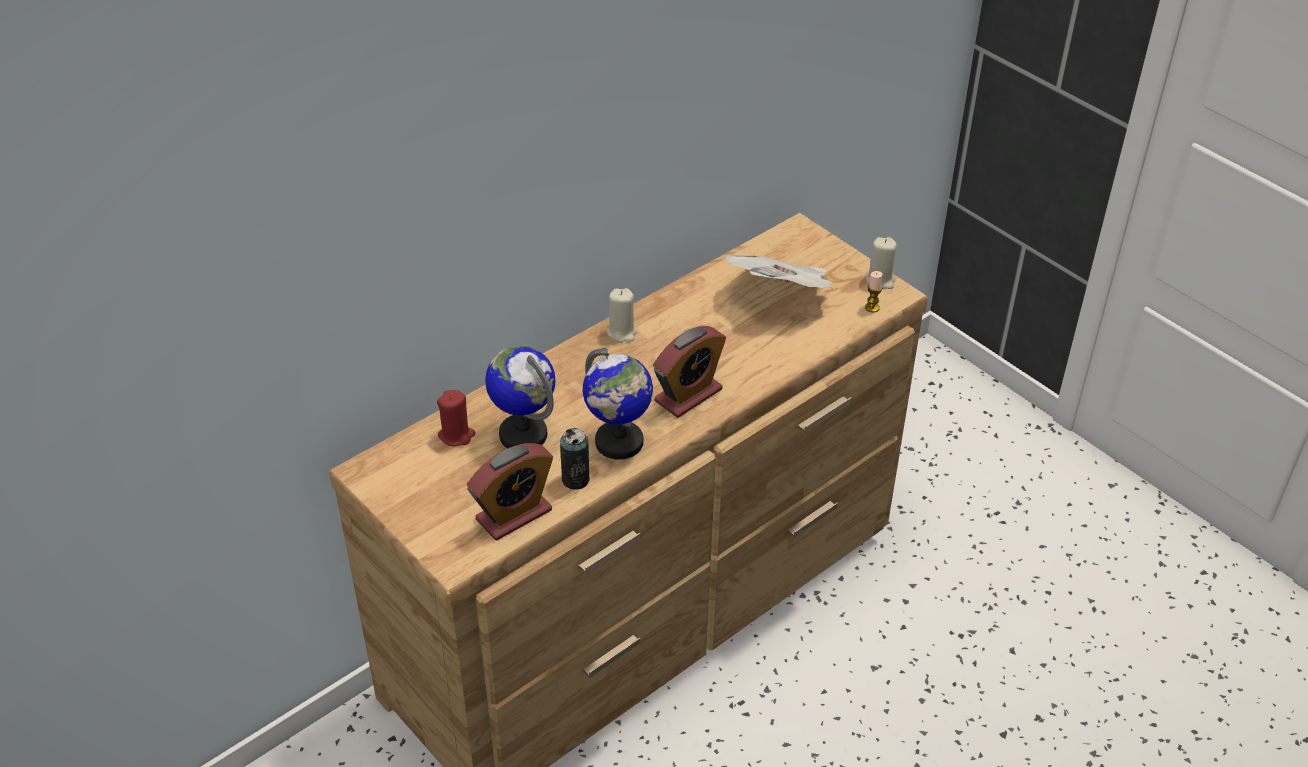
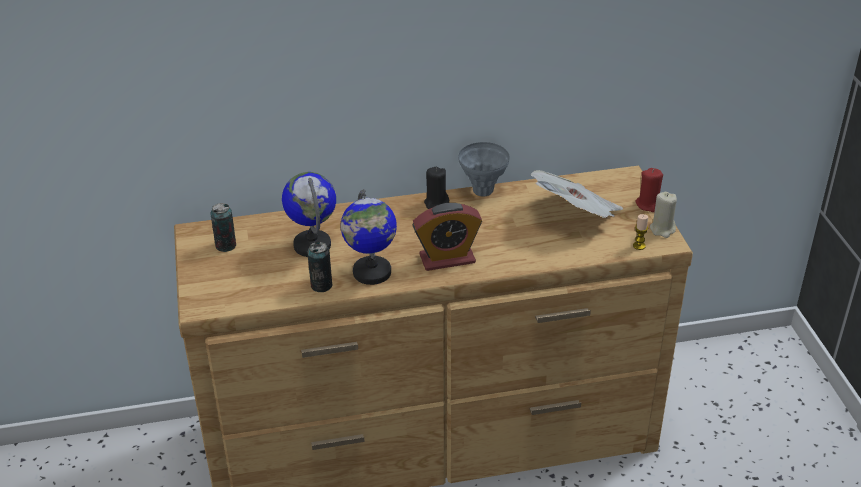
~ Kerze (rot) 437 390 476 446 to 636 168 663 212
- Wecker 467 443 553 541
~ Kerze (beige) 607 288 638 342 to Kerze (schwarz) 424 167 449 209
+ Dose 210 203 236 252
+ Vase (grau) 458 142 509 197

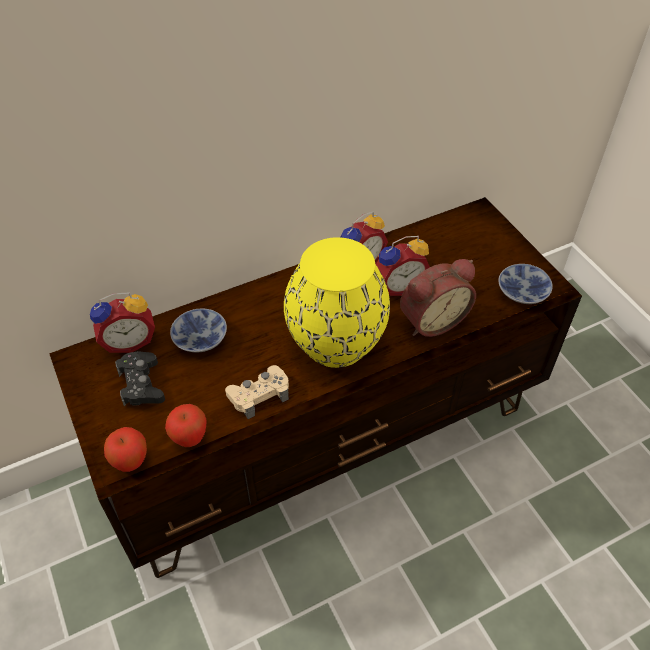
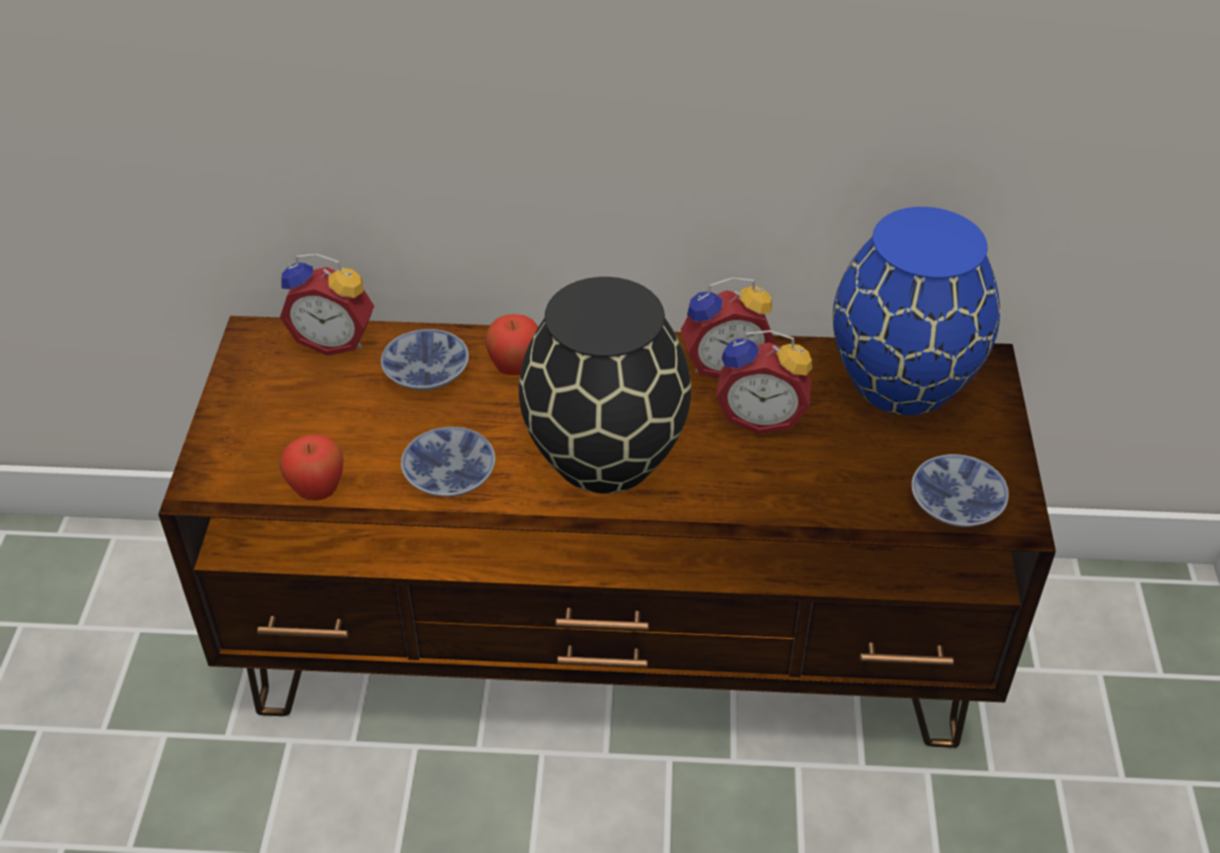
~ Apfel 104 427 147 472 to 485 314 538 375
- Gamepad (schwarz) 115 351 165 406
~ Gamepad (beige) 225 365 289 419 to Schüssel 401 427 495 497
~ Vase (gelb) 284 237 390 368 to Vase (schwarz) 519 277 691 493
- Wecker 400 259 476 337
+ Vase (blau) 833 207 1000 415

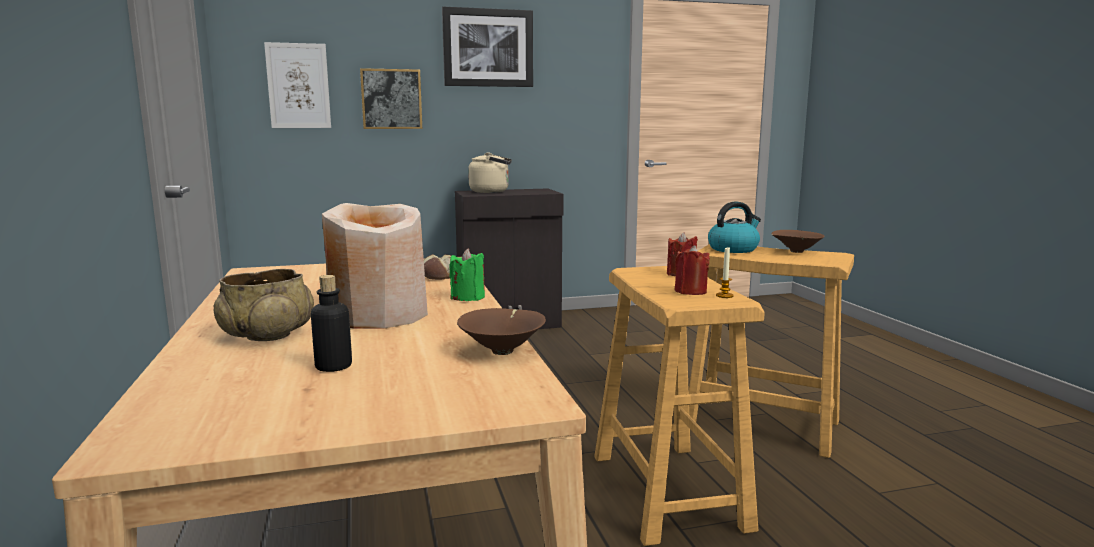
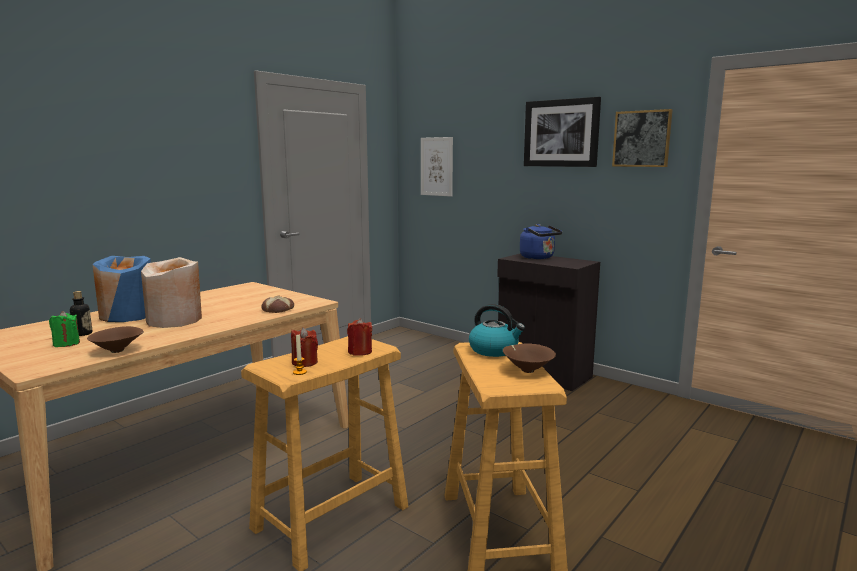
~ Schüssel (beige) 213 269 314 341 to Vase (blau) 93 256 151 322
~ Bild 360 68 422 129 to 612 109 673 167
~ Kerze (grün) 449 248 485 301 to 49 311 80 347
~ Wasserkessel (beige) 468 152 512 193 to Wasserkessel (blau) 520 224 562 259

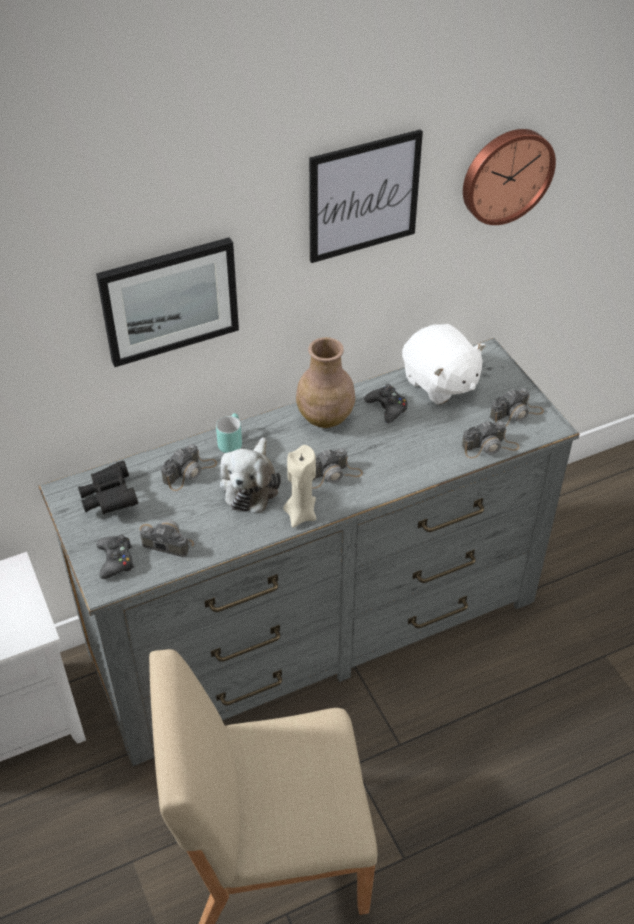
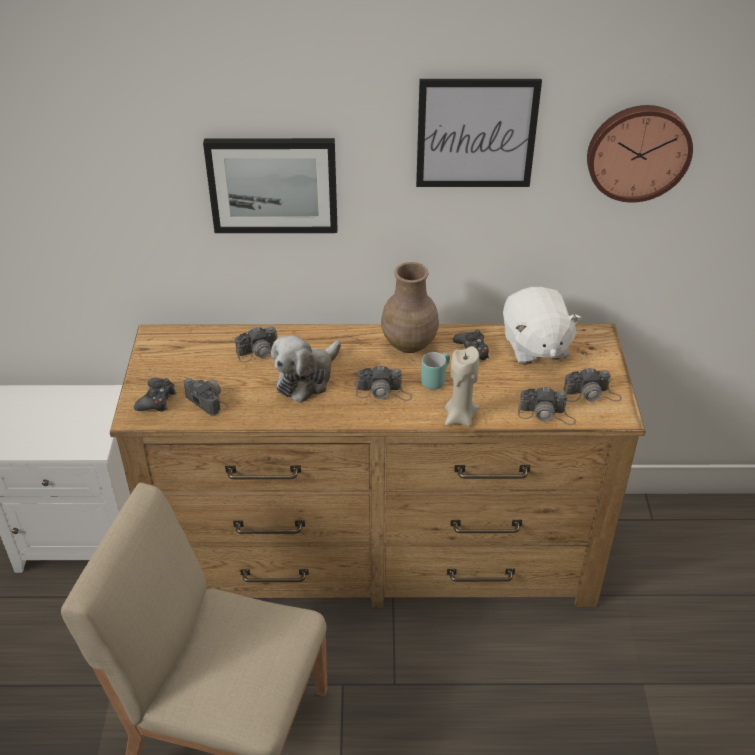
~ Kommode (grau) 38 338 579 766 to Kommode (braun) 110 324 646 608
- Fernglas (schwarz) 78 461 138 514
~ Henkelbecher (türkis) 216 413 242 453 to 421 352 450 389
~ Kerze (beige) 283 445 316 528 to 445 346 479 427

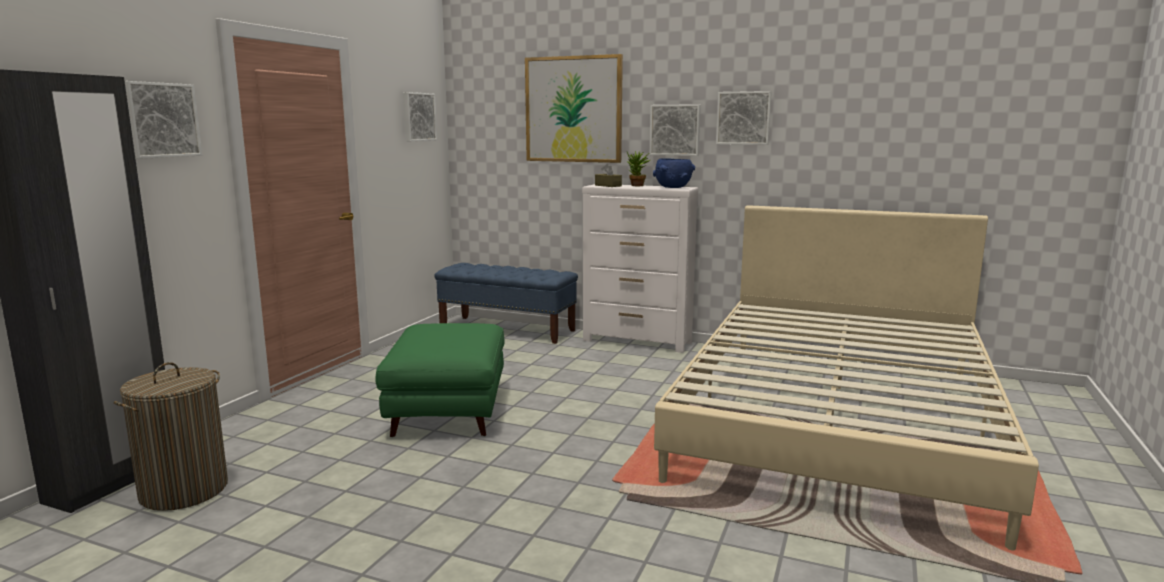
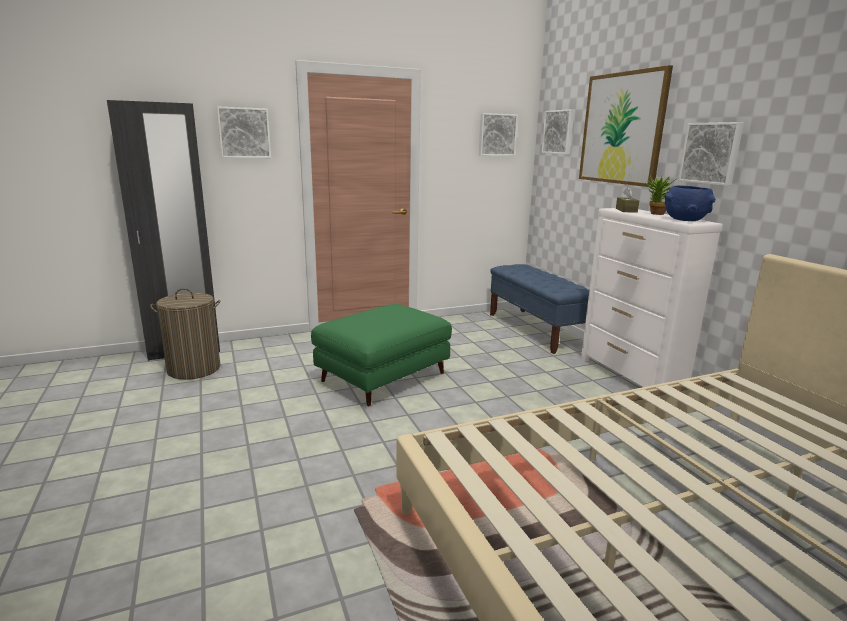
~ Bild 716 91 772 145 to 542 109 574 154

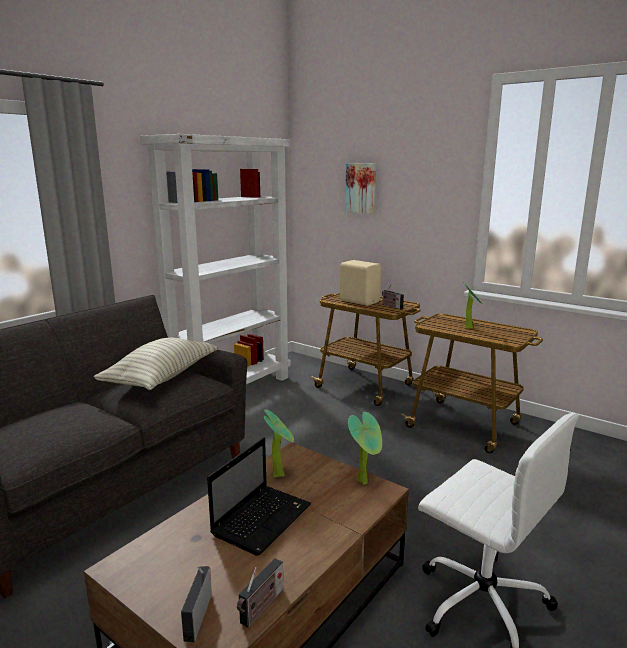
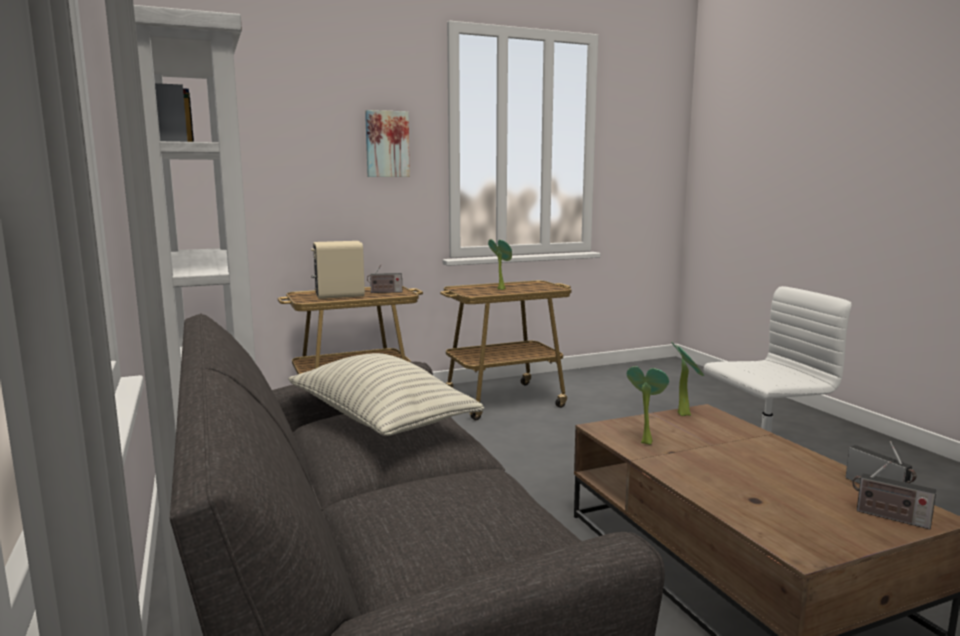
- Laptop 207 437 311 556
~ Bild 345 163 376 214 to 365 110 410 177

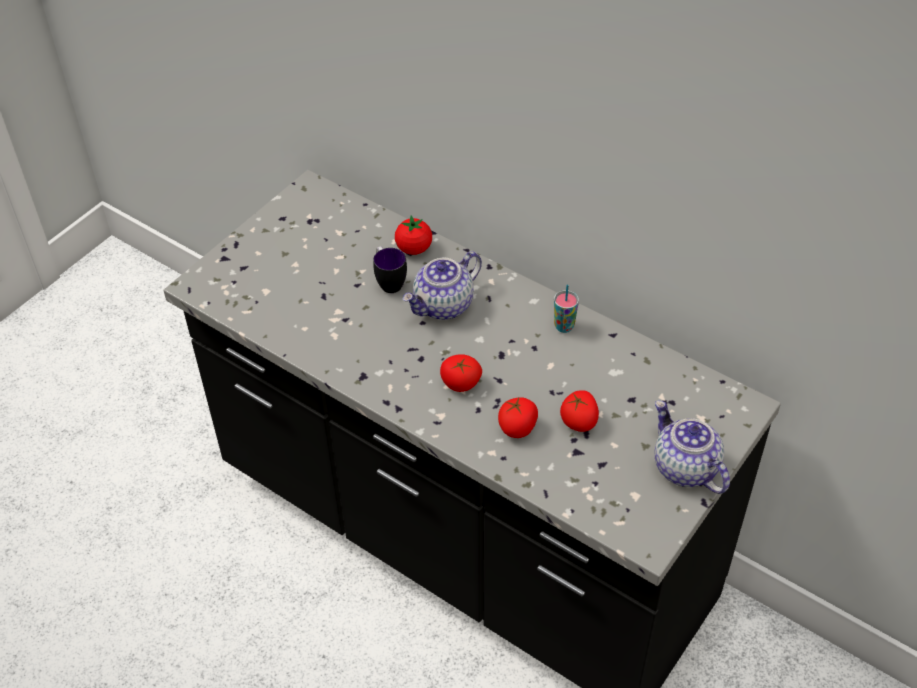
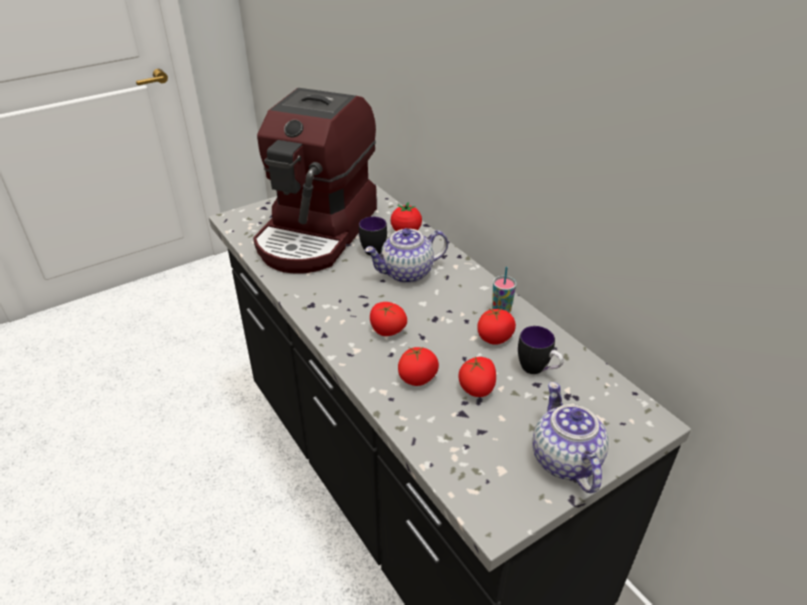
+ Kaffeemaschine 253 88 377 274
+ Tomate 477 308 516 345
+ Henkelbecher 518 326 564 374

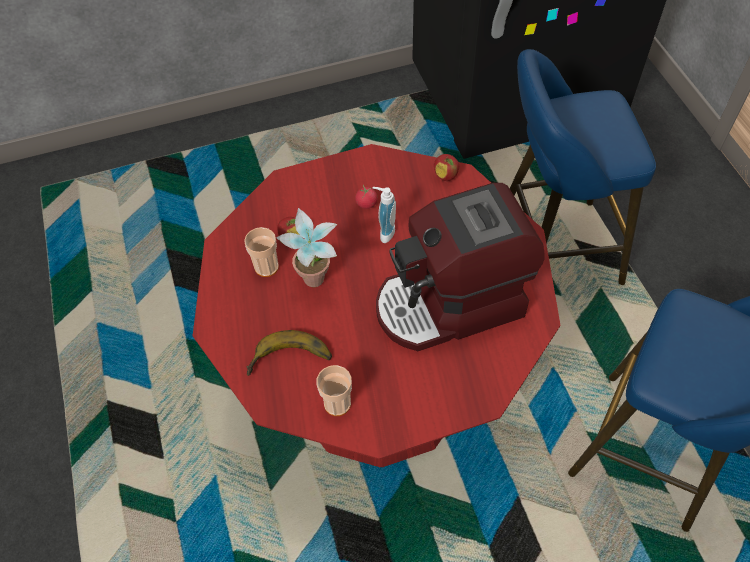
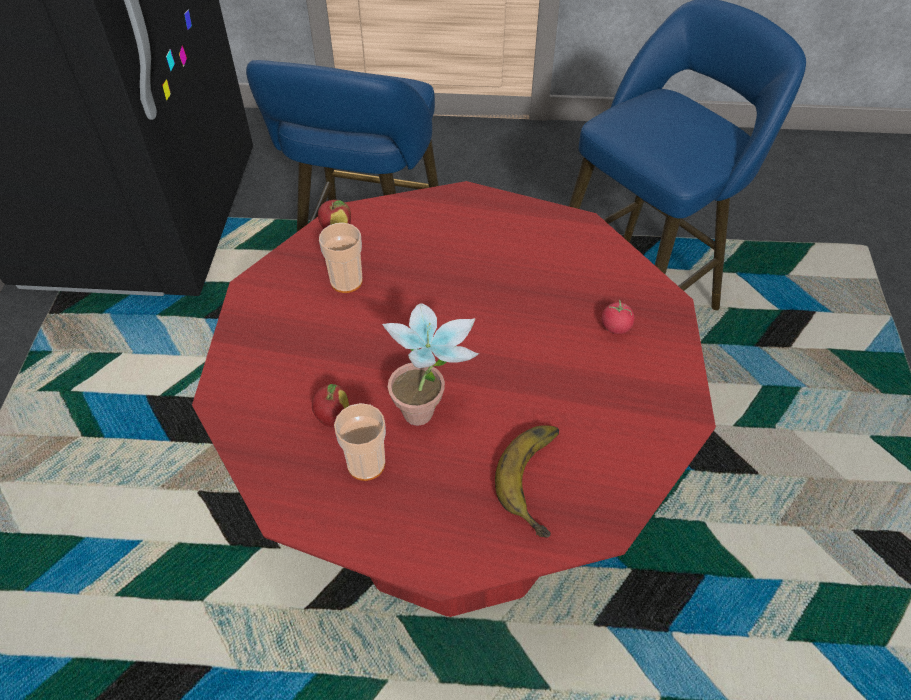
~ Tasse 317 365 352 416 to 319 223 363 293
~ Tomate 355 185 377 209 to 602 300 635 334
- Seifenspender 373 187 396 243
- Kaffeemaschine 376 183 544 351

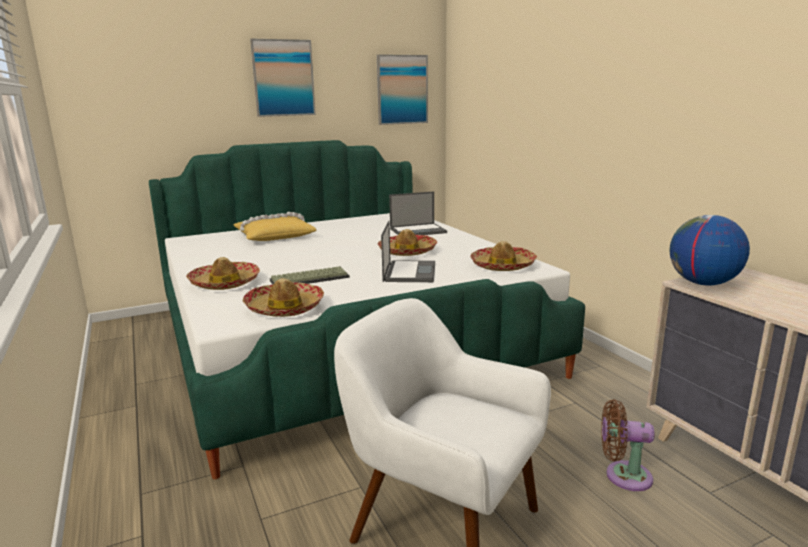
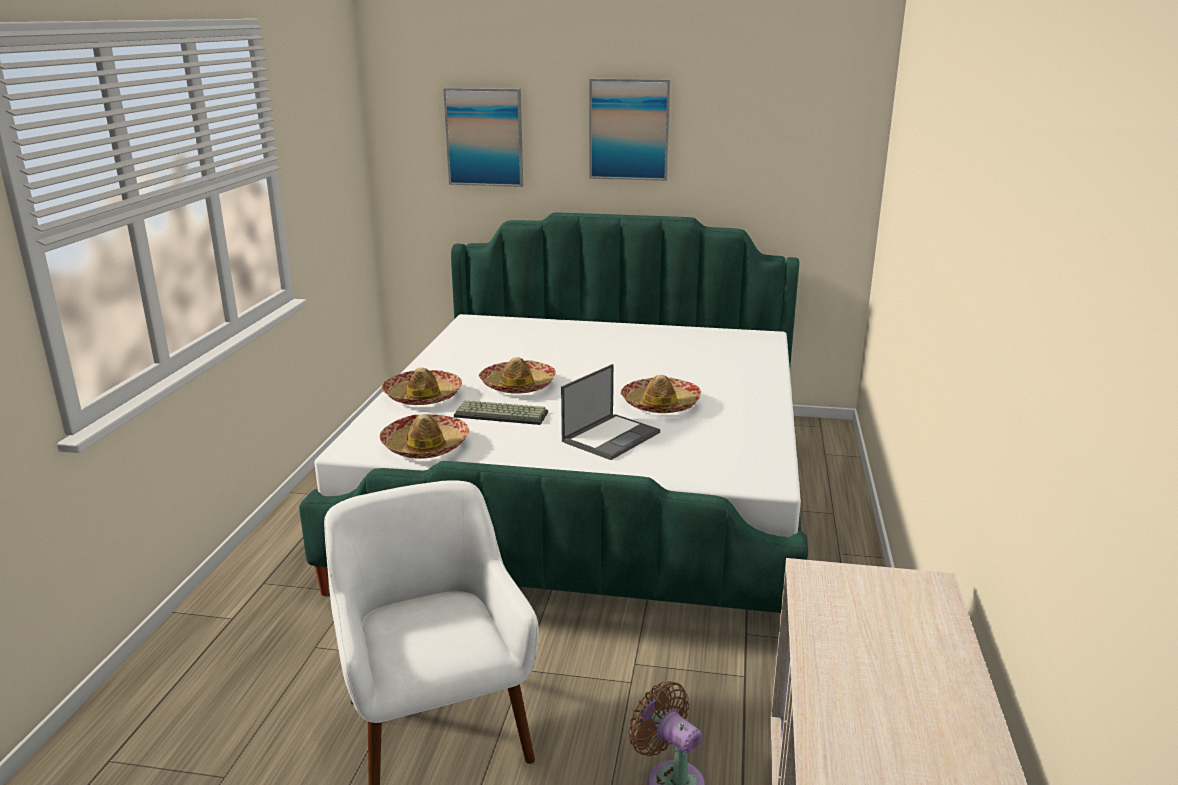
- Kissen (gelb) 234 212 316 241
~ Bild 377 54 428 125 to 443 88 523 187
- Laptop 389 191 447 235
~ Hut 470 241 537 271 to 479 357 556 394
- Globus 669 215 750 285

